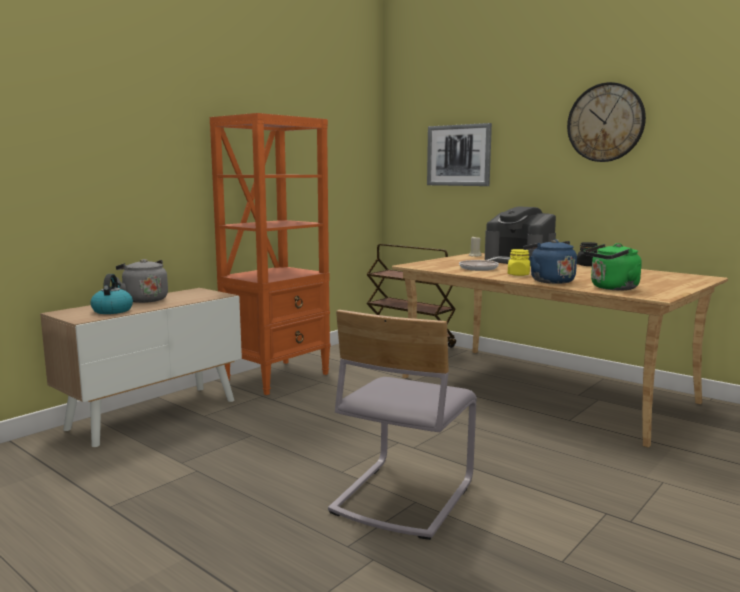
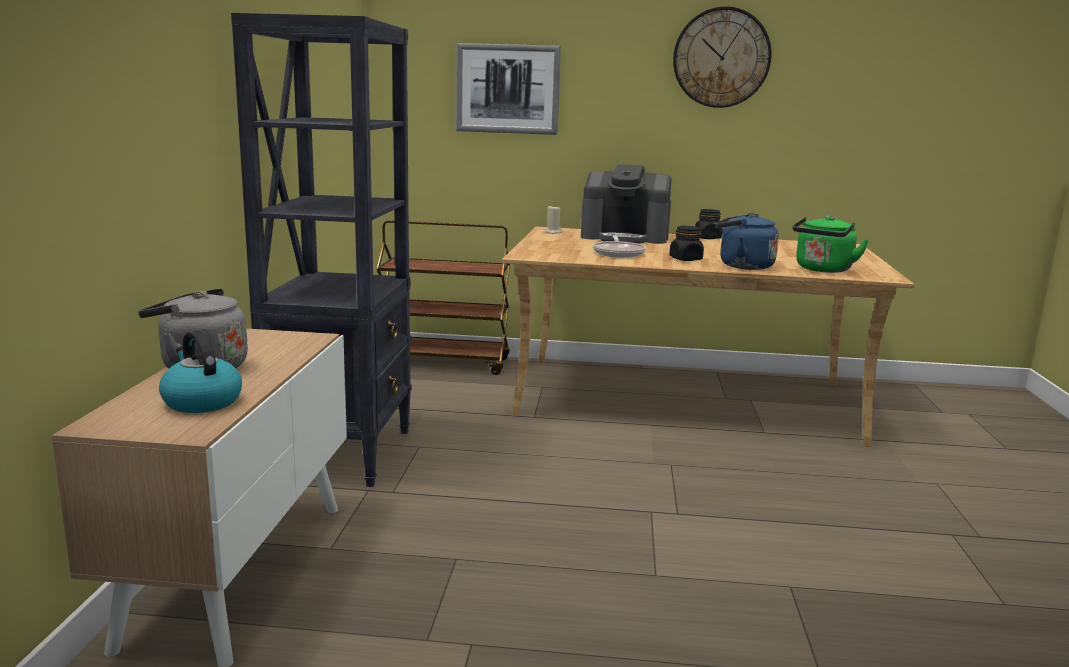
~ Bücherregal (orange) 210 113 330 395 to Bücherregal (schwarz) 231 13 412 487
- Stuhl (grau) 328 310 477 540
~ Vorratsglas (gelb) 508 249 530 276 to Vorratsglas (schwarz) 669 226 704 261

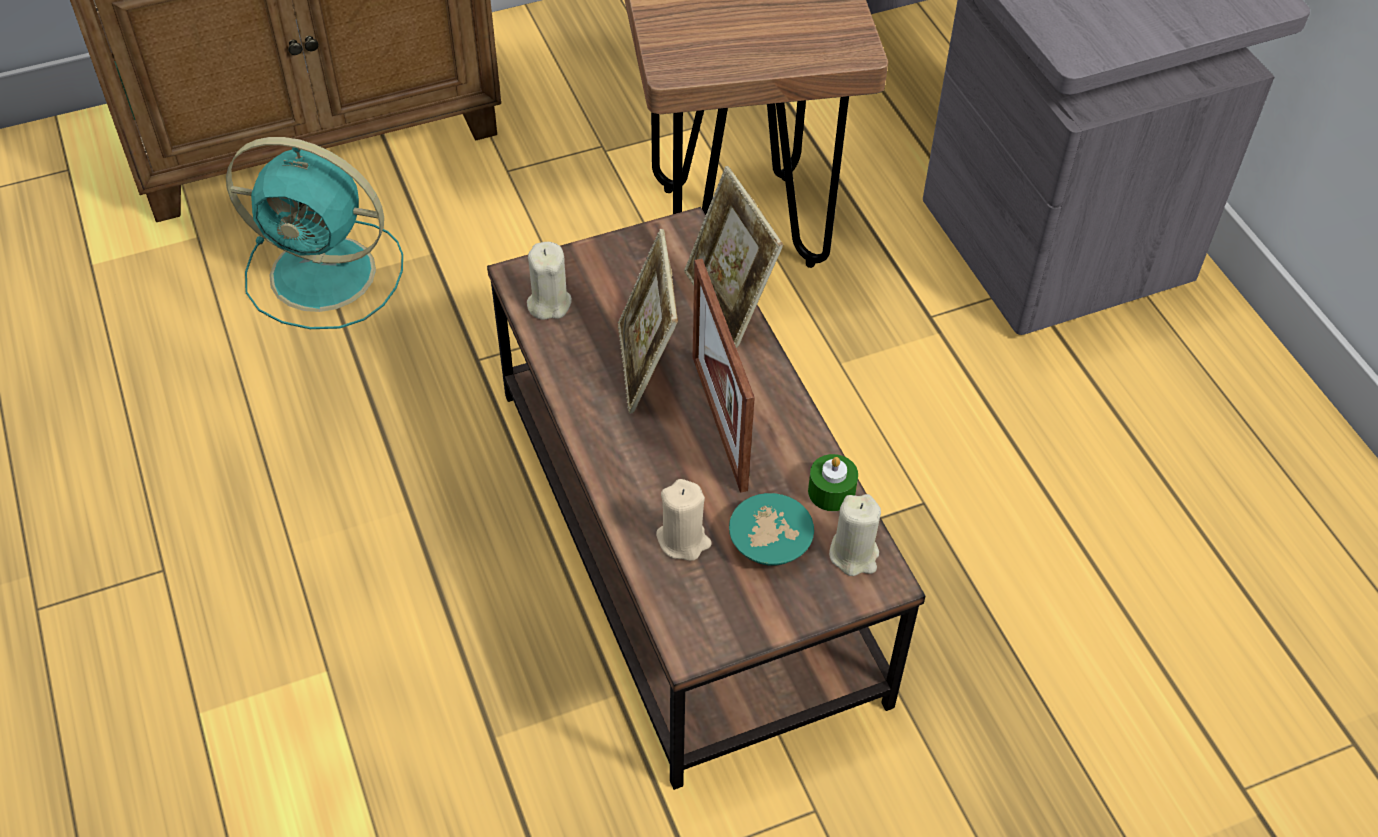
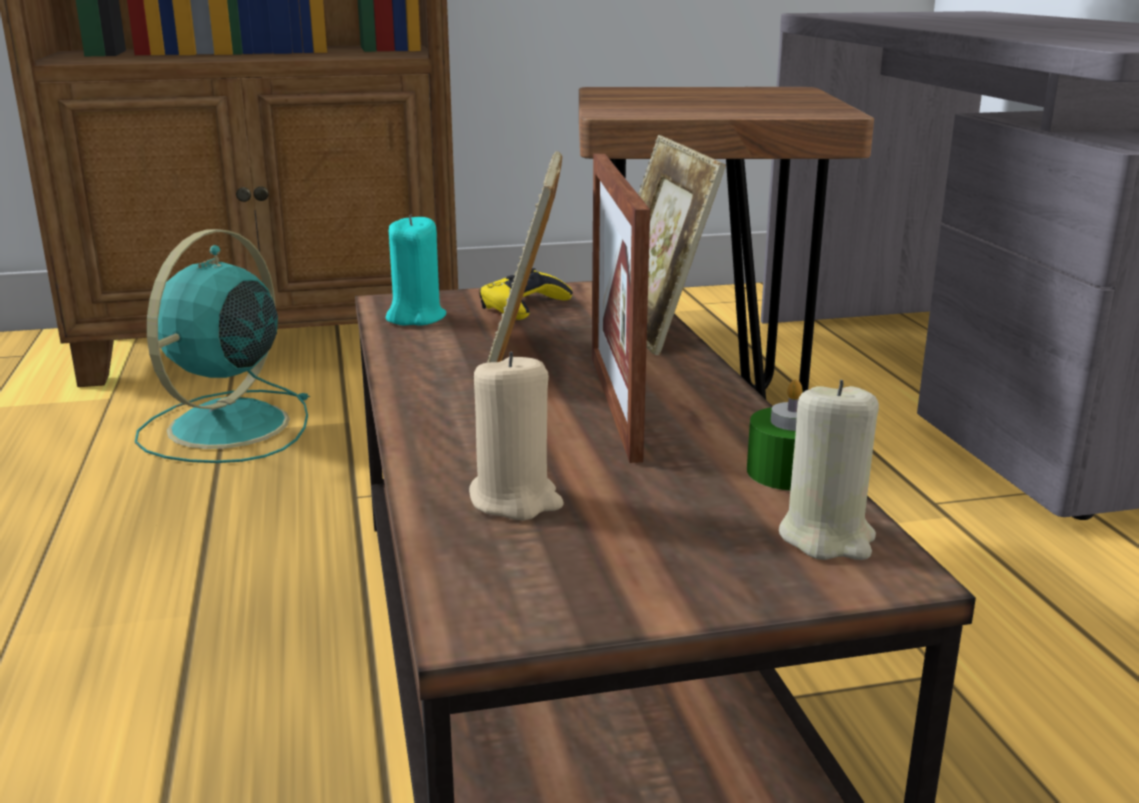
~ Ventilator (türkis) 226 137 403 329 = 135 229 310 463 90 degrees clockwise
~ Kerze (beige) 527 242 572 320 to Kerze (türkis) 386 215 446 325
- Schüssel (türkis) 729 493 814 565
+ Gamepad (gelb) 479 268 573 320

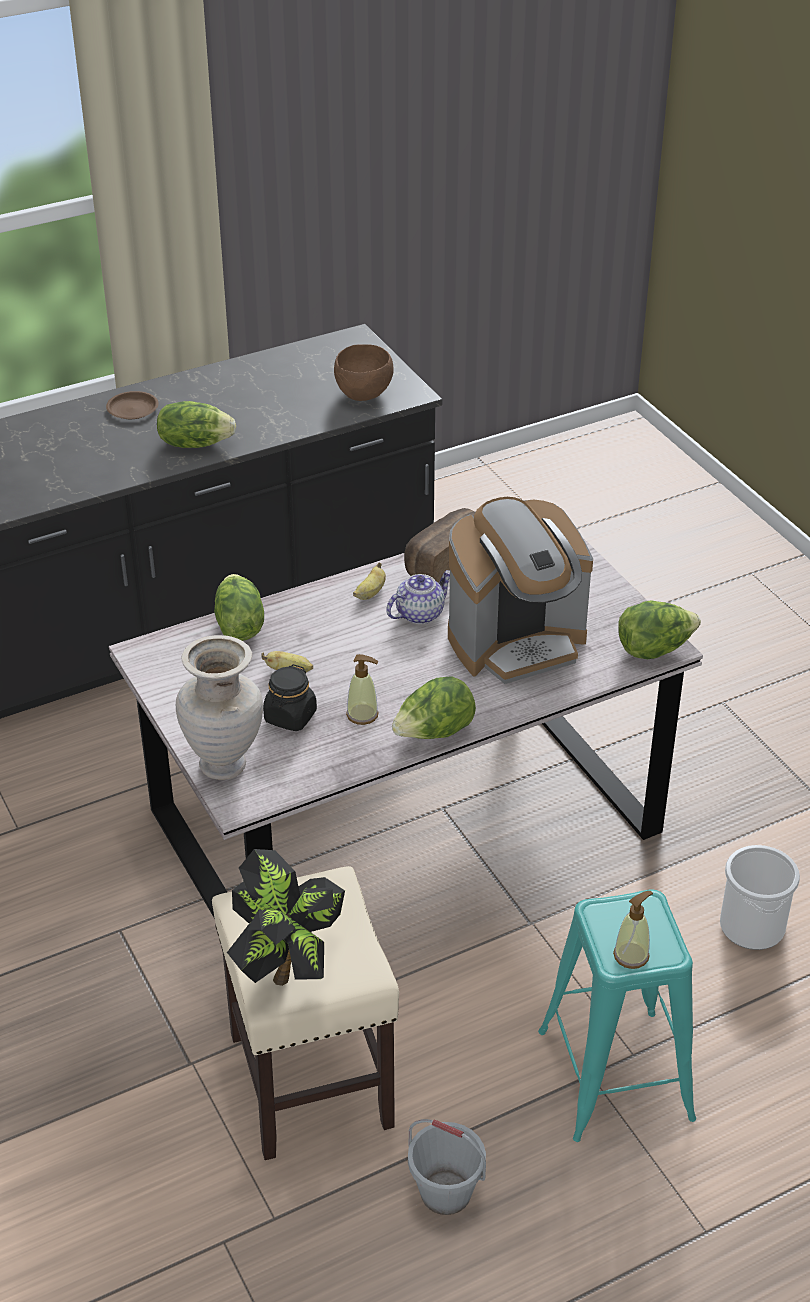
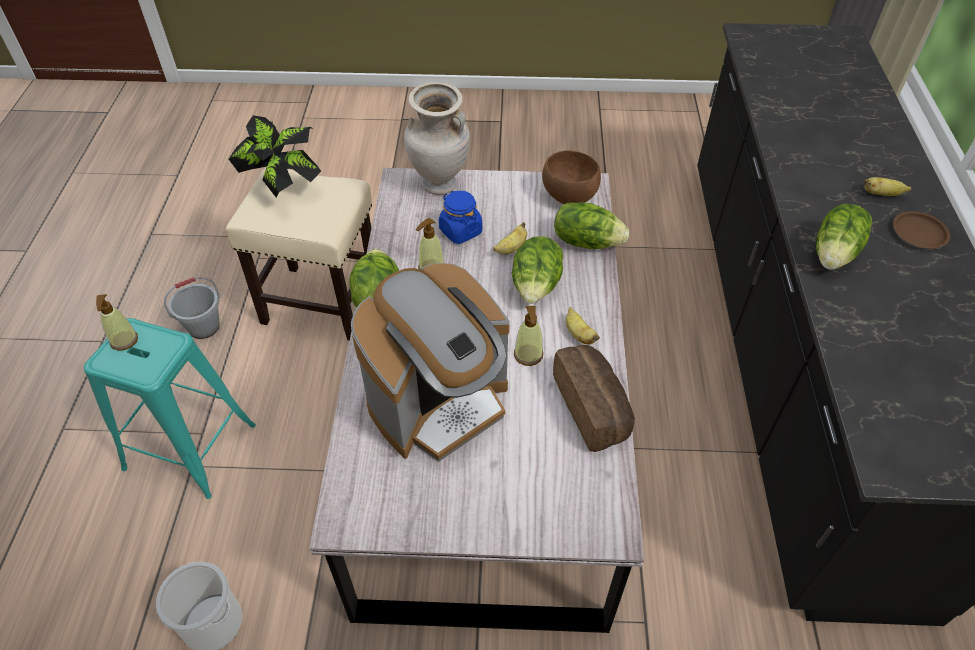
~ Vorratsglas (schwarz) 263 664 317 731 to Vorratsglas (blau) 439 191 482 244
~ Schüssel (braun) 334 344 394 401 to 542 150 601 204
~ Teekanne 386 570 450 624 to Seifenspender 514 306 543 366
~ Kaffeemaschine 448 497 593 684 = 351 263 510 461 135 degrees counterclockwise
~ Salatkopf 618 600 701 659 to 512 236 563 304
+ Banane 864 177 912 196

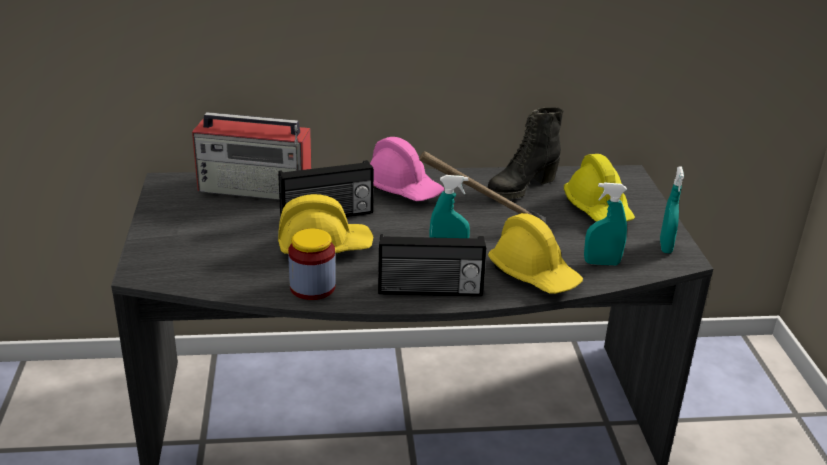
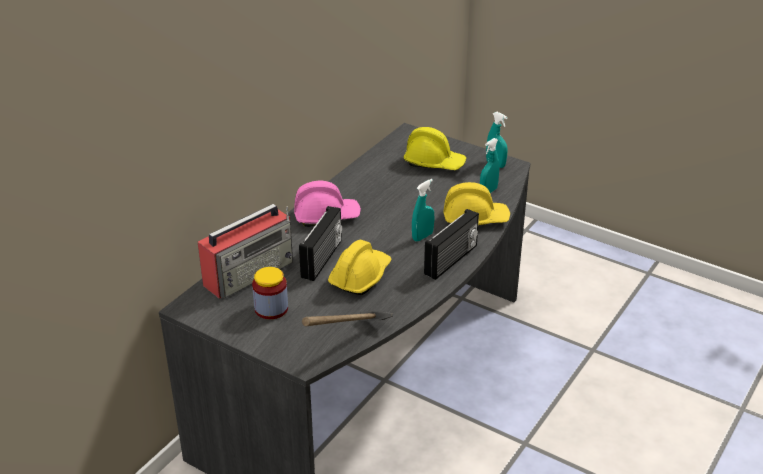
~ Vorratsglas 288 229 336 300 to 252 267 288 319
~ Hammer 419 151 545 222 to 302 311 393 326
- Stiefel (schwarz) 487 107 564 199

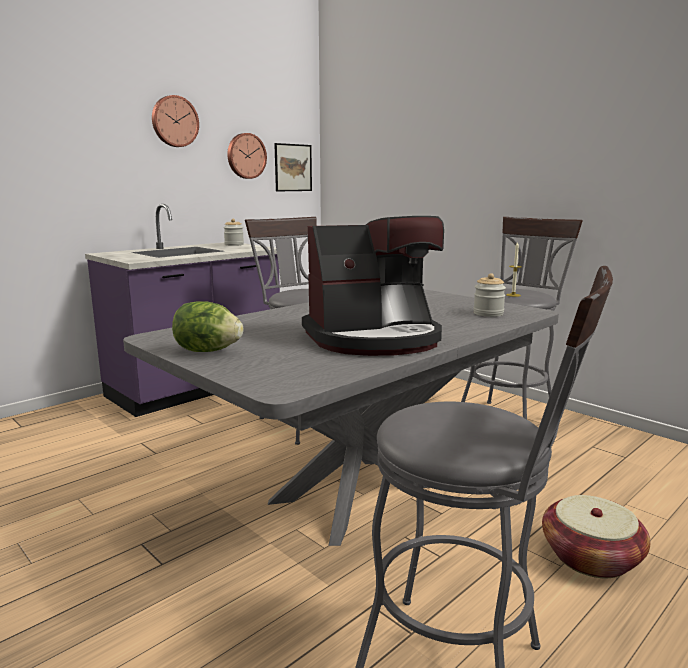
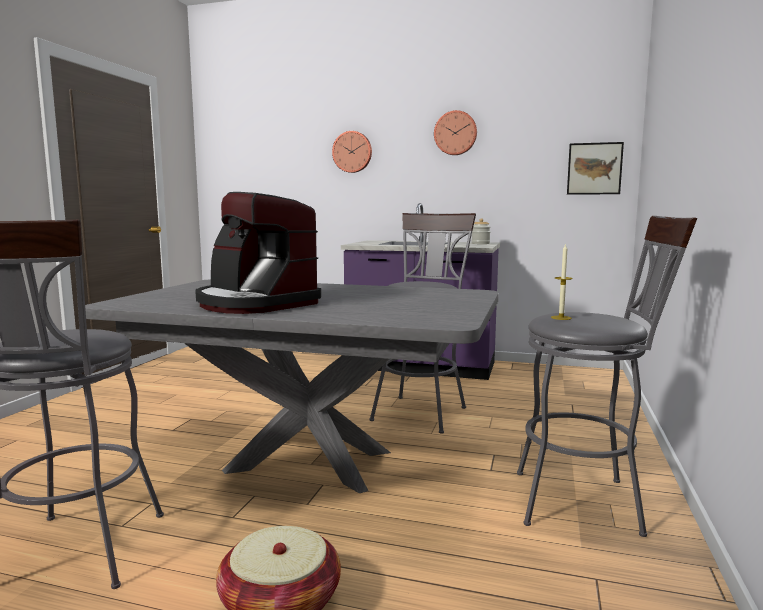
- Salatkopf 172 301 243 352
~ Wanduhr 227 133 267 179 to 332 131 372 173
- Vorratsglas 473 273 506 317

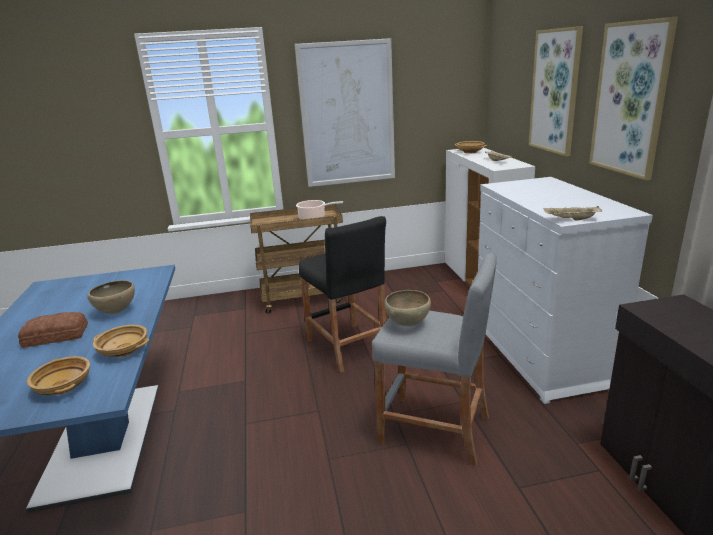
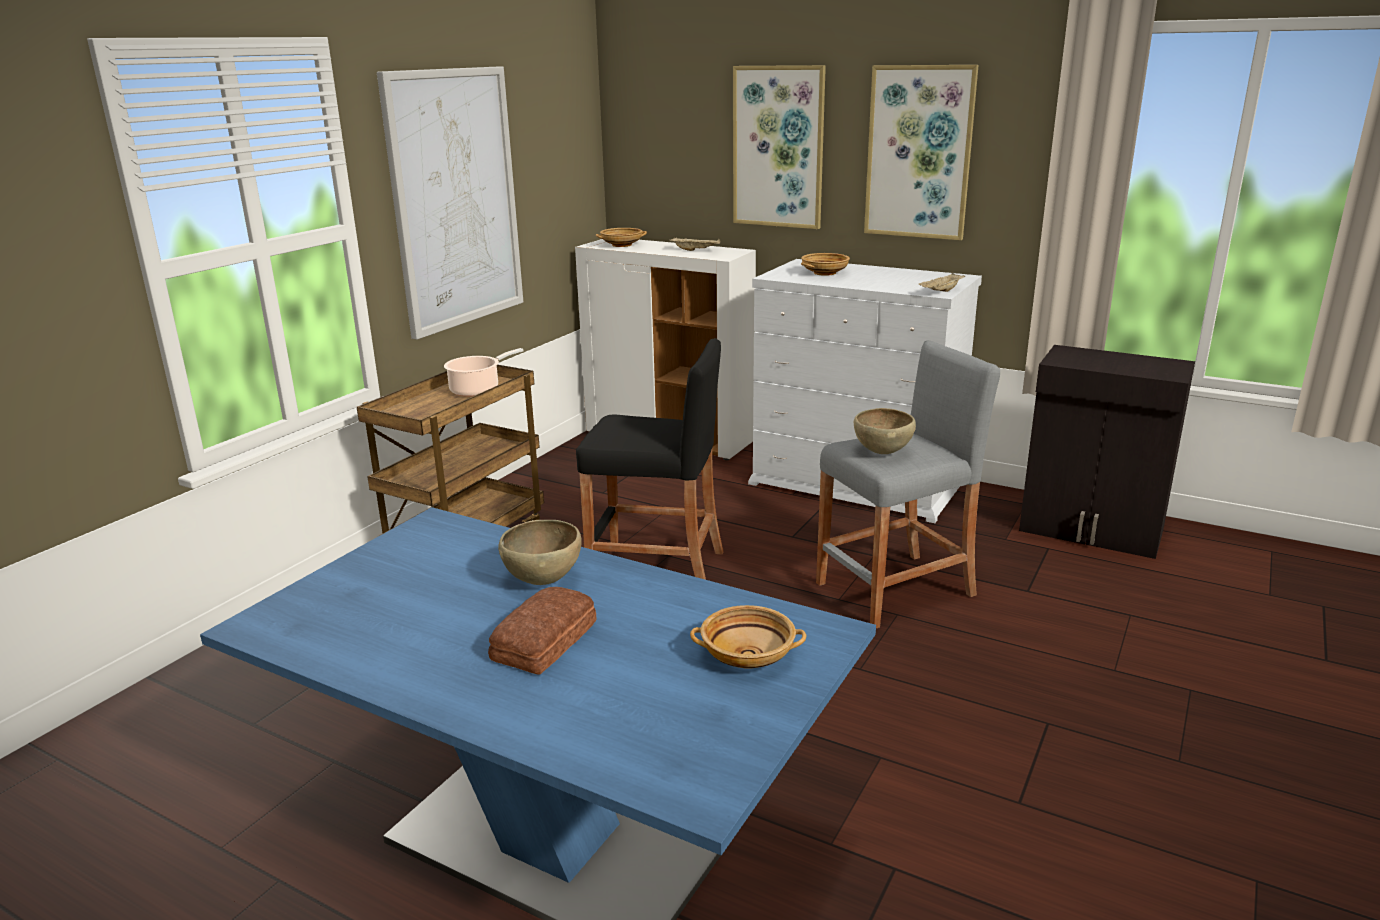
~ Schüssel (beige) 93 325 149 357 to 801 253 850 276

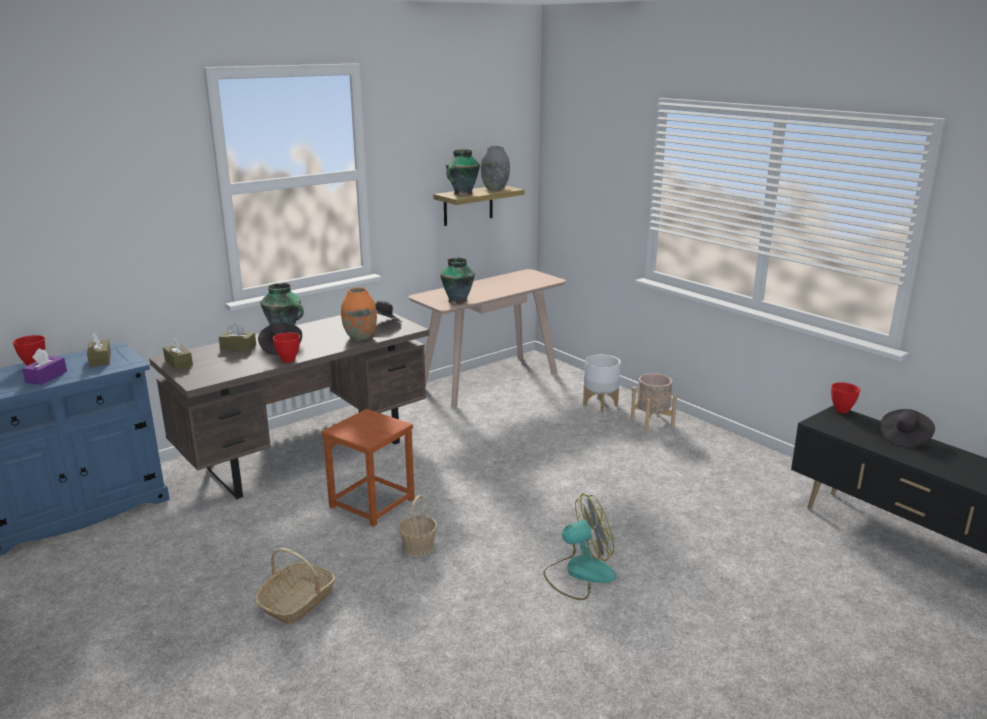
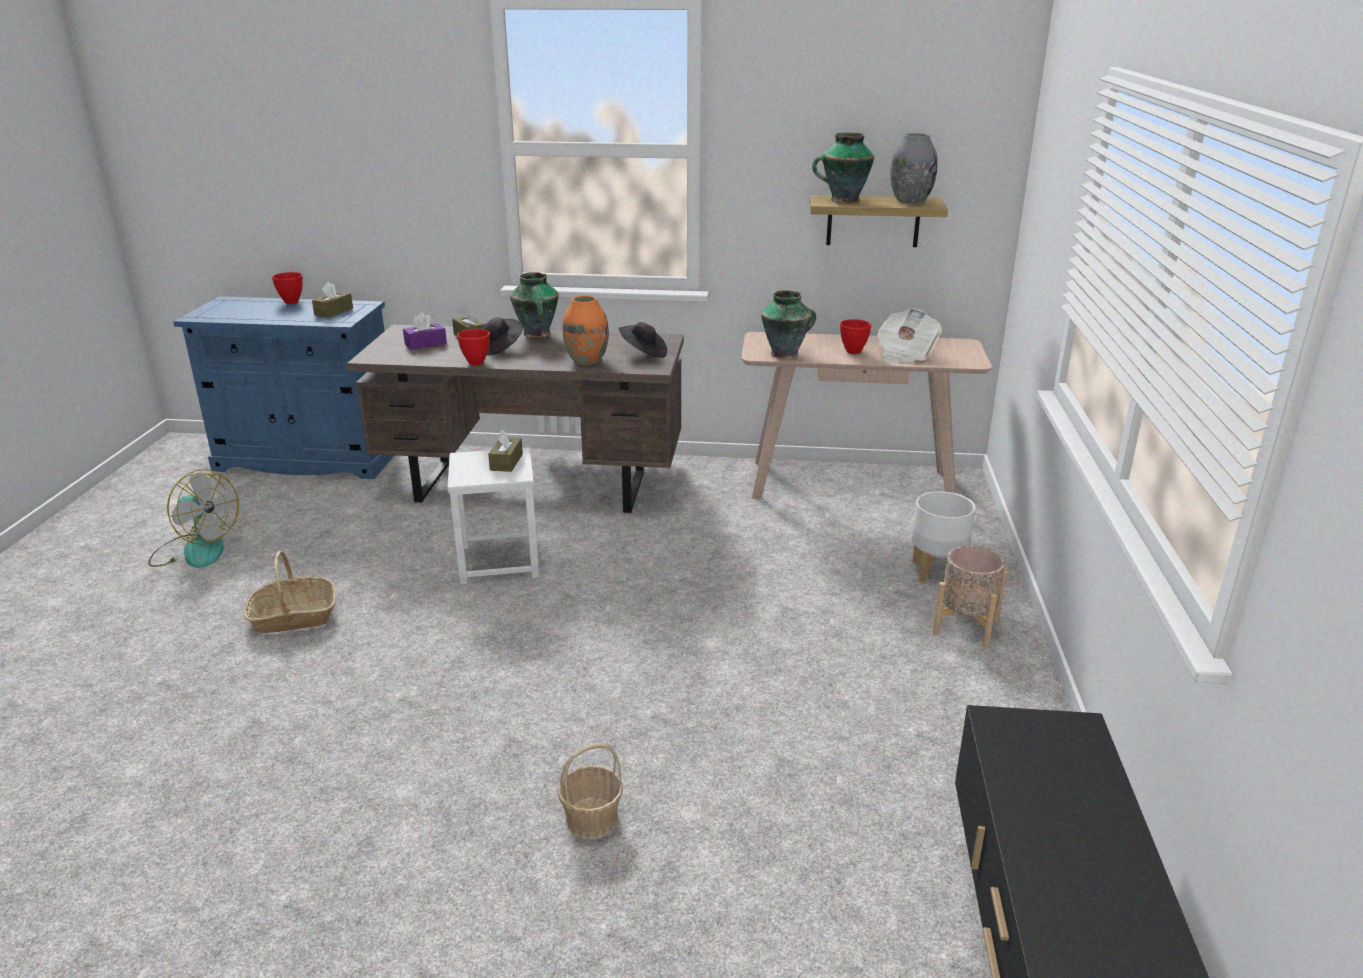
~ Taschentuchbox (lila) 22 348 67 385 to 403 313 447 350
~ Taschentuchbox (braun) 163 337 193 370 to 488 429 523 472
~ Hocker (braun) 321 409 415 527 to Hocker (weiß) 447 447 539 584
~ Korb 398 495 437 557 to 557 743 623 839
~ Ventilator 543 494 617 600 to 148 469 239 568
~ Schüssel (rot) 831 382 860 413 to 840 319 871 354
- Hut (schwarz) 881 409 935 448
+ Zeitung 877 308 942 363

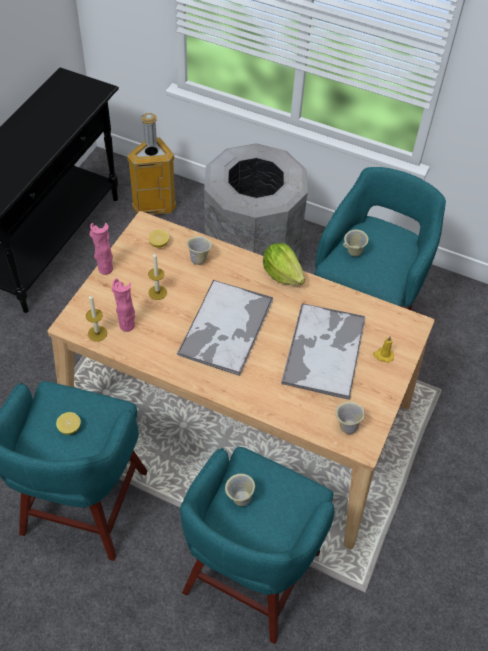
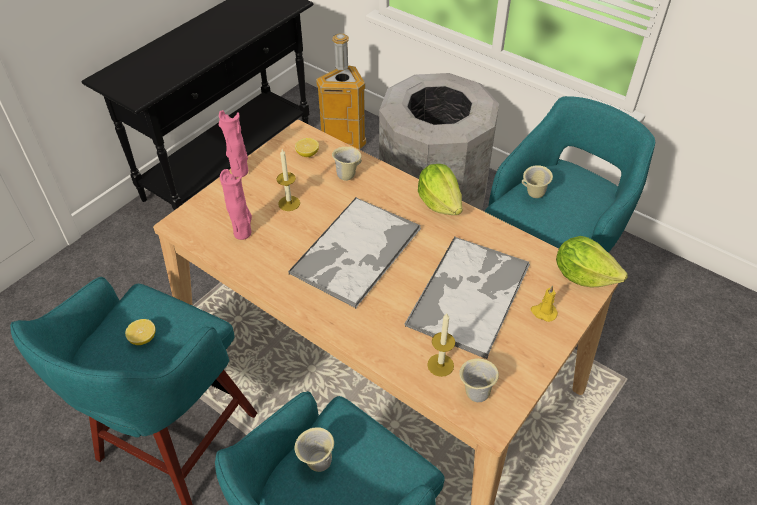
~ Kerze 86 294 107 342 to 427 313 455 377
+ Salatkopf 556 236 628 288

